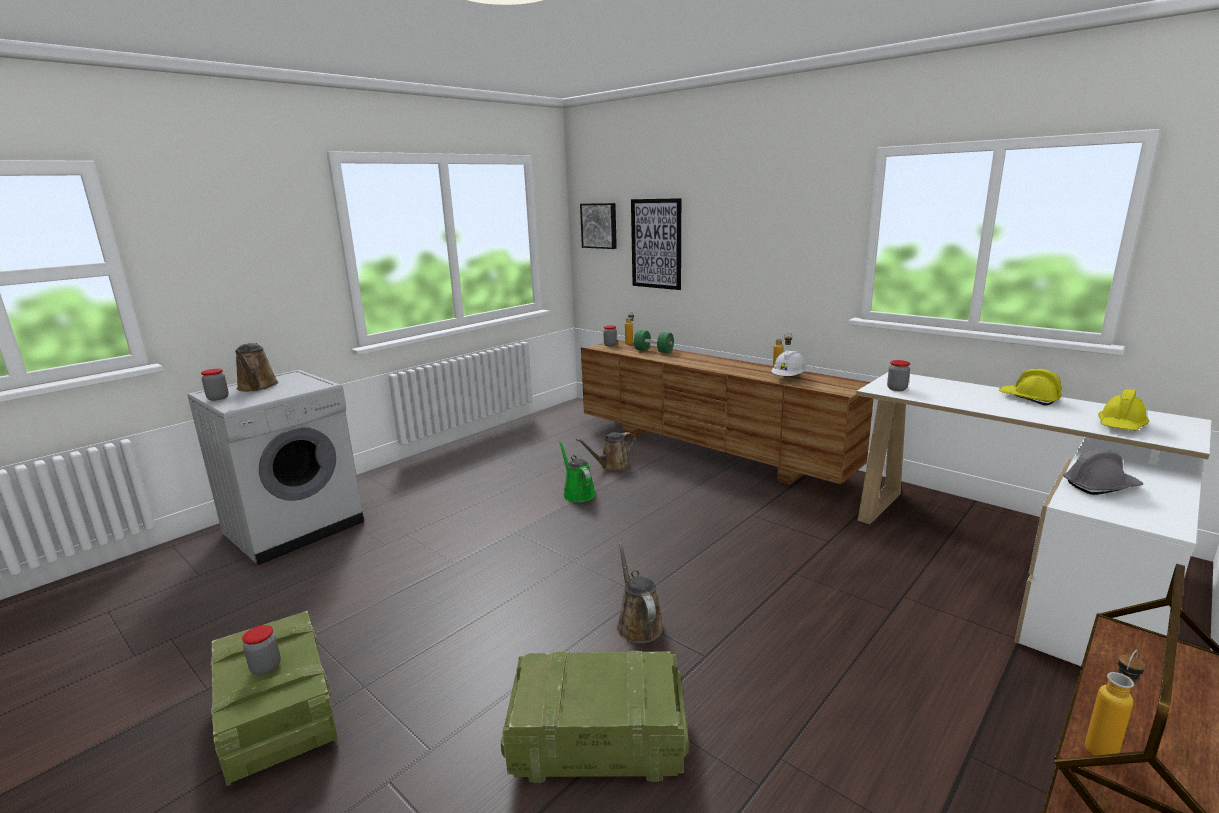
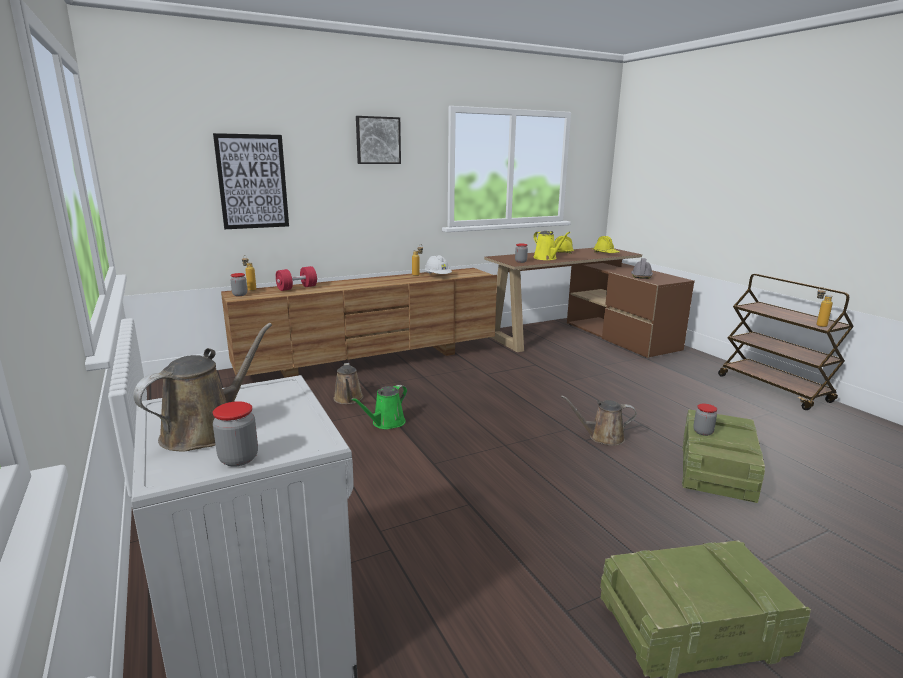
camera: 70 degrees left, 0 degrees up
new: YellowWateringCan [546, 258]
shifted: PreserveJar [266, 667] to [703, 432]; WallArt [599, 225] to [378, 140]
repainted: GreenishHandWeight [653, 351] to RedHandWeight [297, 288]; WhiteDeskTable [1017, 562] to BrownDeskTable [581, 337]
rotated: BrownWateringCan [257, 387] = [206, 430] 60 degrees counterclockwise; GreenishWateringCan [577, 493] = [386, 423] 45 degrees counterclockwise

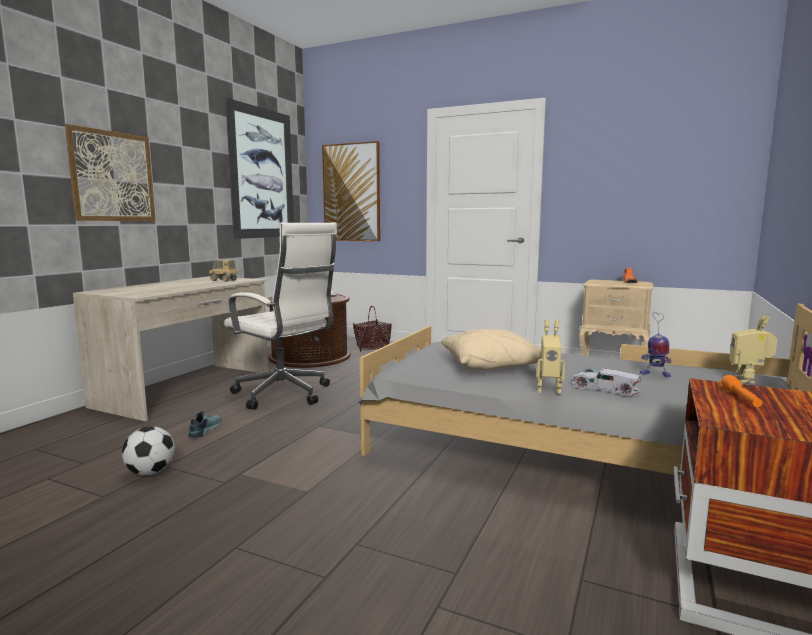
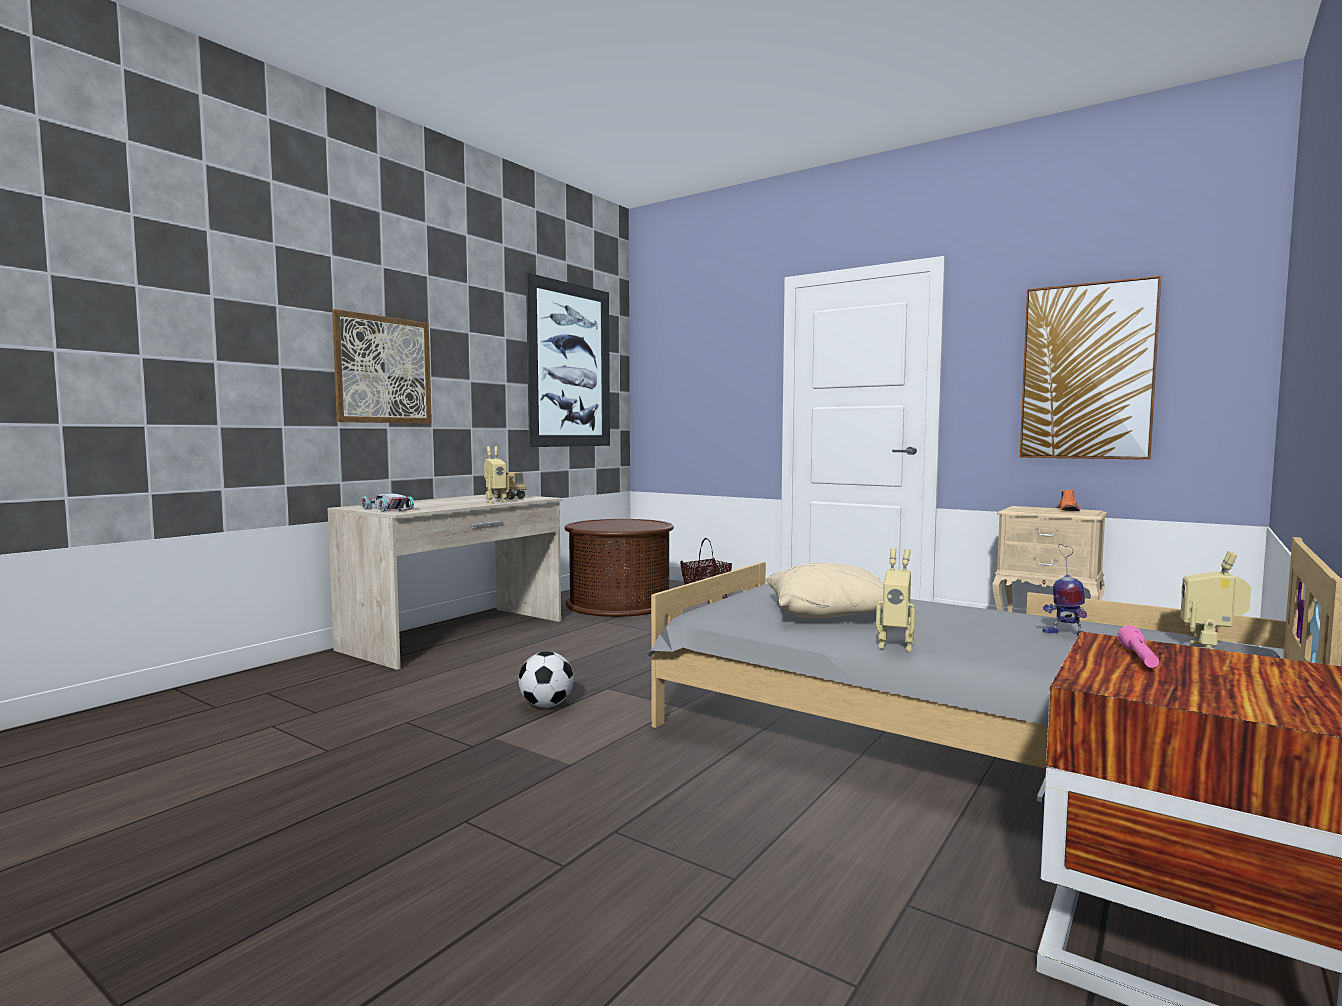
camera: 10 degrees right, 5 degrees down
gone: LowShoe [204, 430]; WhiteOfficeChair [285, 394]
new: ToyRobot [495, 502]
shifted: BallForFootball [150, 472] to [546, 705]; WallArt [351, 192] to [1087, 372]; WhiteMiniatureCar [605, 387] to [387, 509]
repainted: OrangeyTorch [741, 399] to PinkColouredTorch [1139, 658]

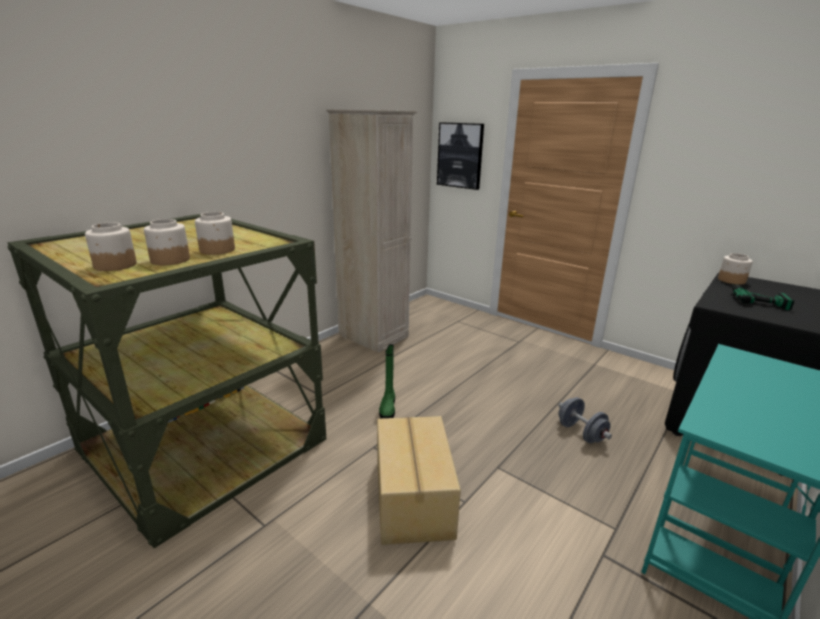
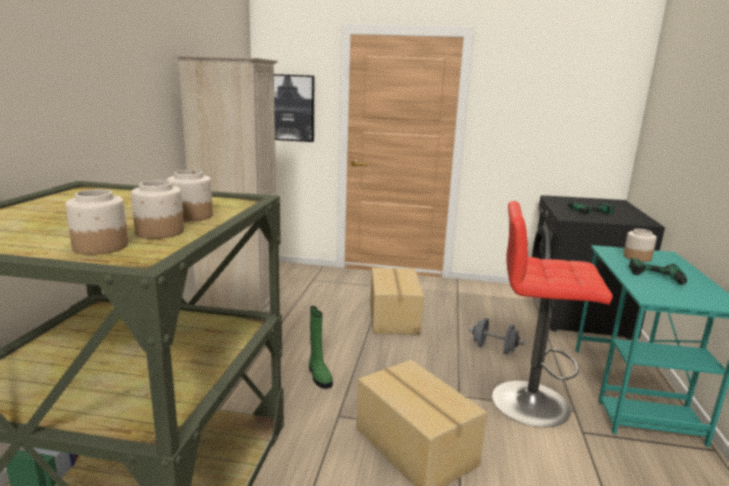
camera: 30 degrees left, 5 degrees down
new: Carton [395, 317]; RedStool [529, 402]; Drill [658, 279]
shifted: PreserveJar [731, 280] to [637, 257]

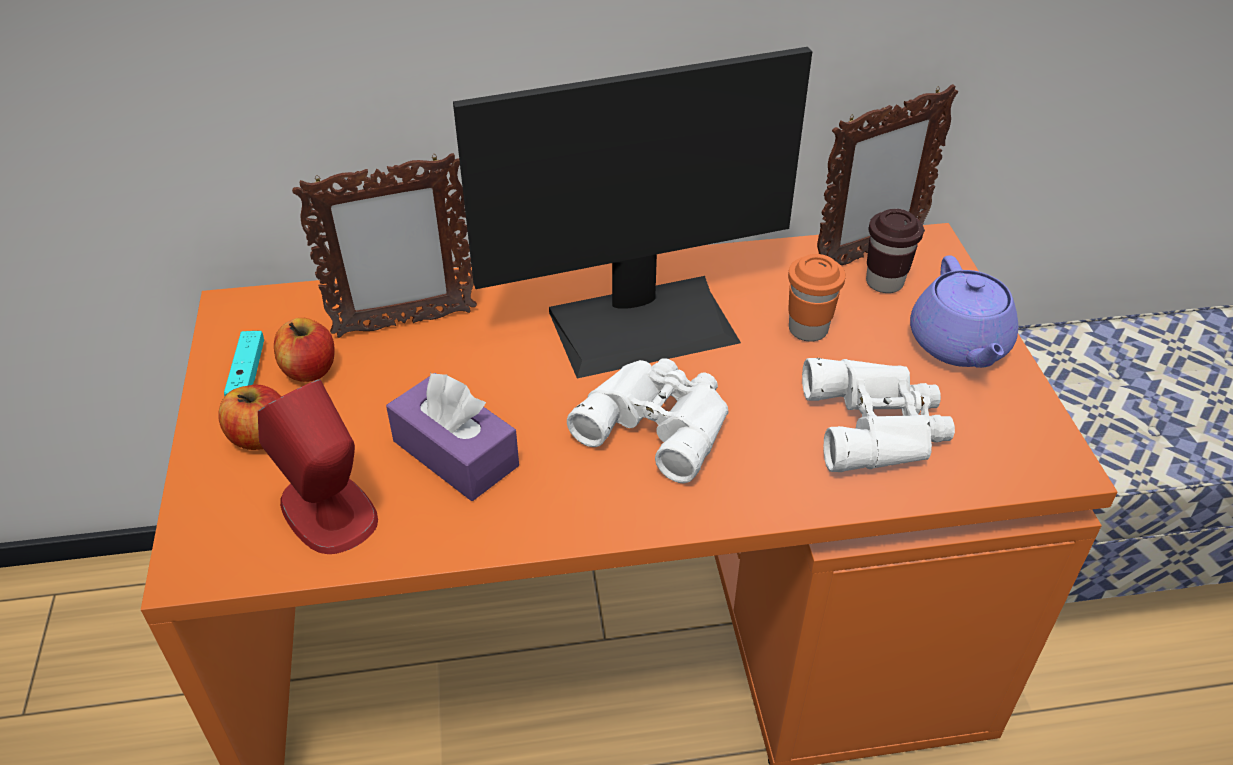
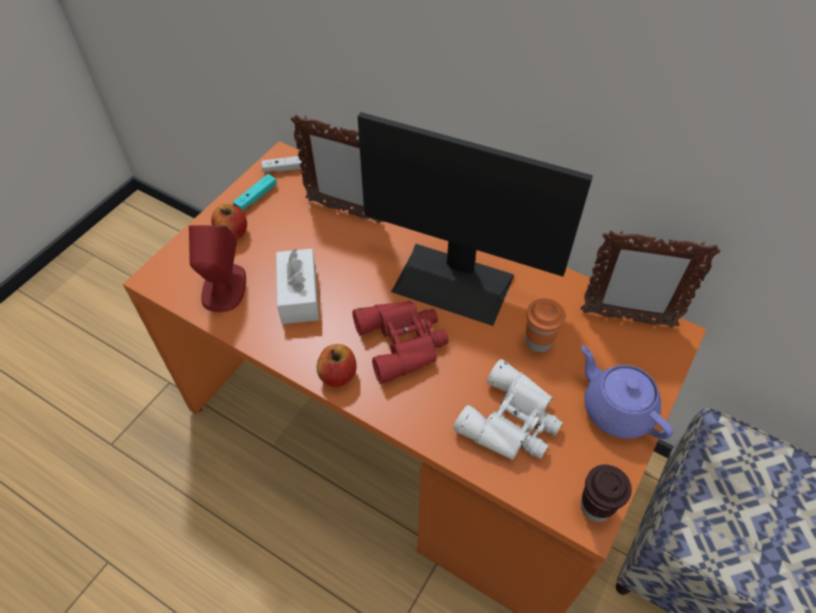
camera: 40 degrees right, 10 degrees up
new: WhiteJoypad [287, 168]
shifted: WholeApple [309, 370] to [338, 375]; BrownCup [884, 282] to [595, 507]
repainted: PurpleColouredBoxOfTissues [455, 453] to WhiteBoxOfTissues [299, 295]; WhiteBinoculars [658, 422] to RedBinoculars [403, 341]
rotated: PurpleColouredTeaPot [959, 345] = [616, 409] 105 degrees clockwise

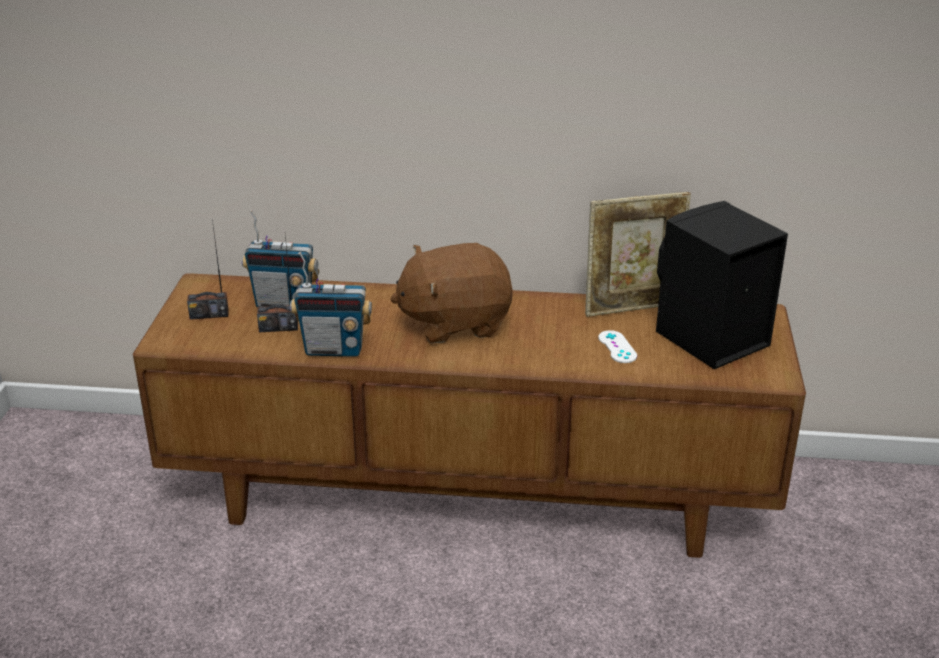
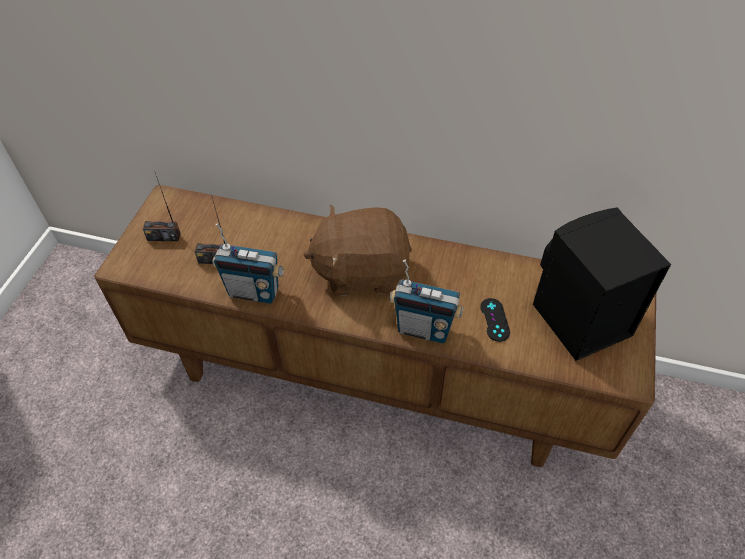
camera: 10 degrees right, 20 degrees up
gone: PictureFrame [633, 307]
shifted: Radio [284, 304] to [424, 329]
repainted: WhiteJoypad [617, 347] to BlackJoypad [494, 319]

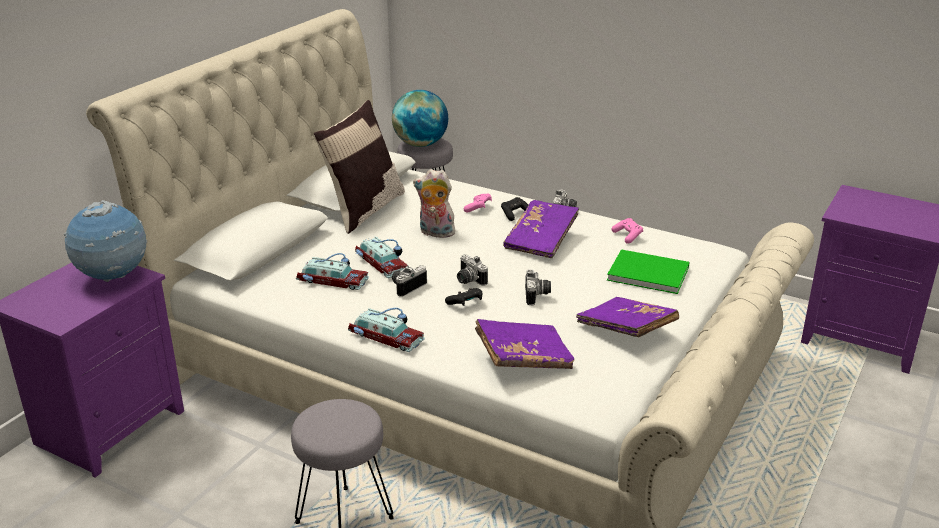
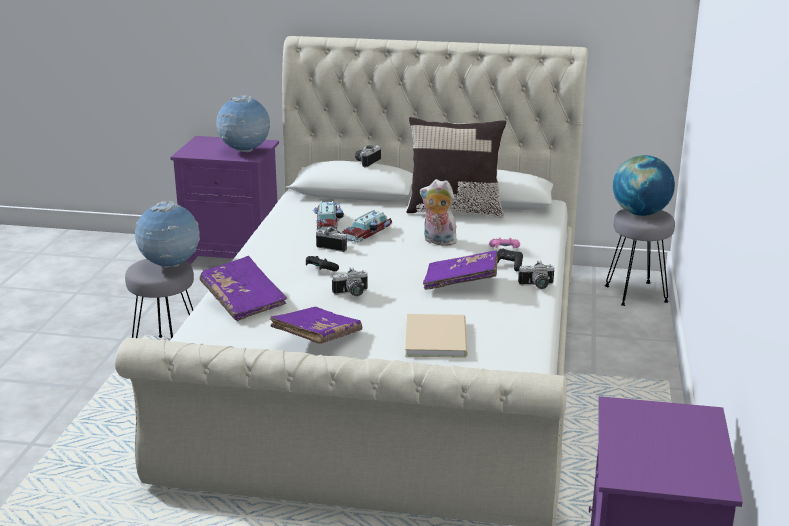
camera: 70 degrees right, 5 degrees down
gone: MiniatureCar [386, 335]; PinkColouredJoypad [627, 236]
new: DeskGlobe [170, 266]
shifted: StillCamera [468, 280] to [366, 162]
repainted: GreenishBoundBook [646, 272] to BeigeColouredBoundBook [438, 337]
rotated: CuddlyToy [435, 233] = [438, 241] 60 degrees counterclockwise

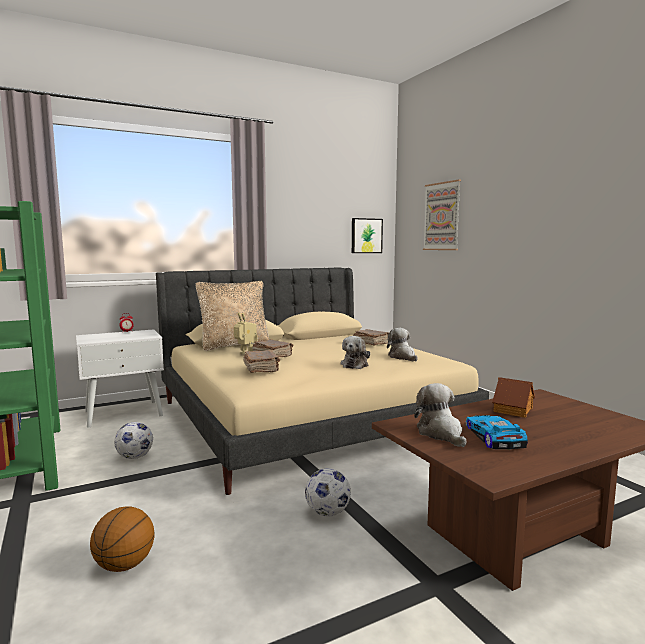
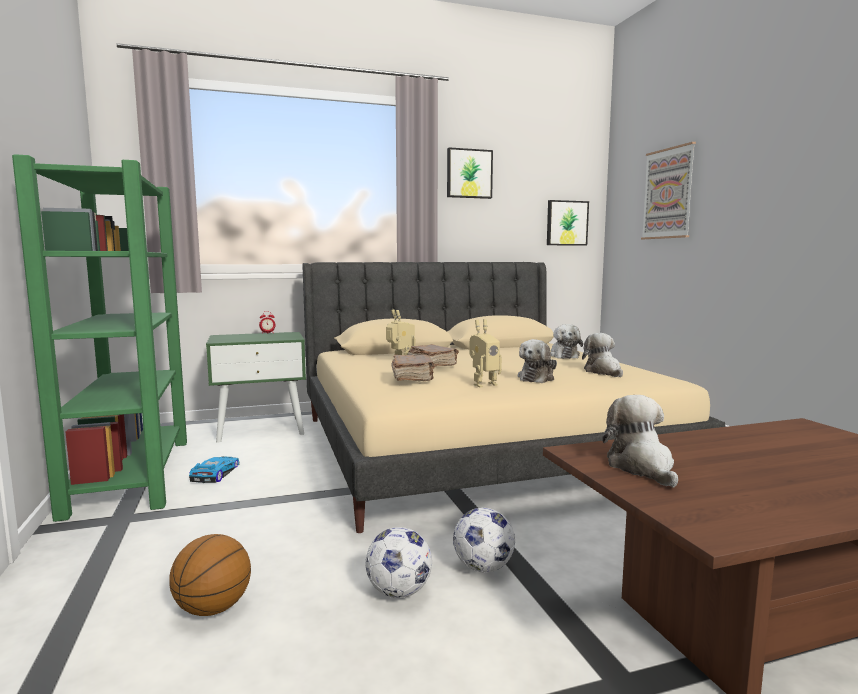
camera: 10 degrees right, 0 degrees up
gone: BeigeColouredPillow [235, 346]; ModelHouse [513, 410]
new: WallArt [469, 174]; ToyRobot [483, 384]
shifted: BallForFootball [135, 457] to [399, 592]; MiniatureCar [493, 437] to [214, 473]
swapped: BrownBoundBook [370, 343] to CuddlyToy [563, 355]
repainted: WhiteNightstand [124, 413] to GreenishNightstand [261, 429]

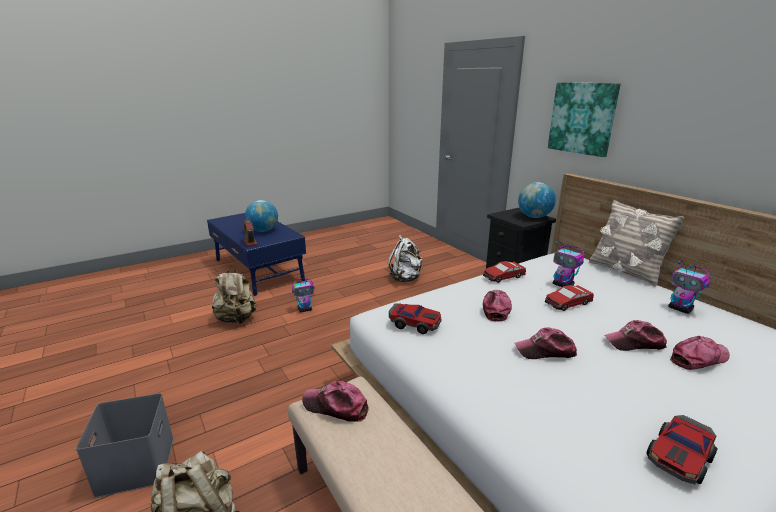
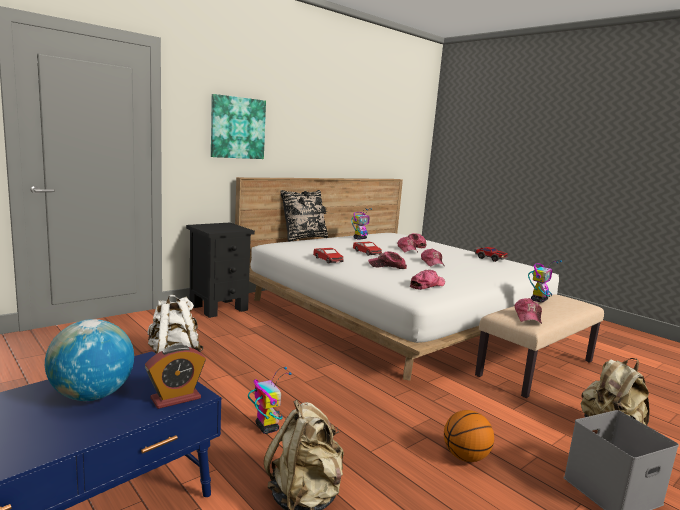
camera: 100 degrees left, 10 degrees down
gone: DeskGlobe [534, 217]
new: BasketballBall [465, 457]
shifted: ToyRobot [563, 285] to [539, 300]
swapped: MiniatureCar [415, 323] to BaseballCap [427, 285]
repainted: BeigeColouredPillow [625, 272] to BlackPillow [304, 238]

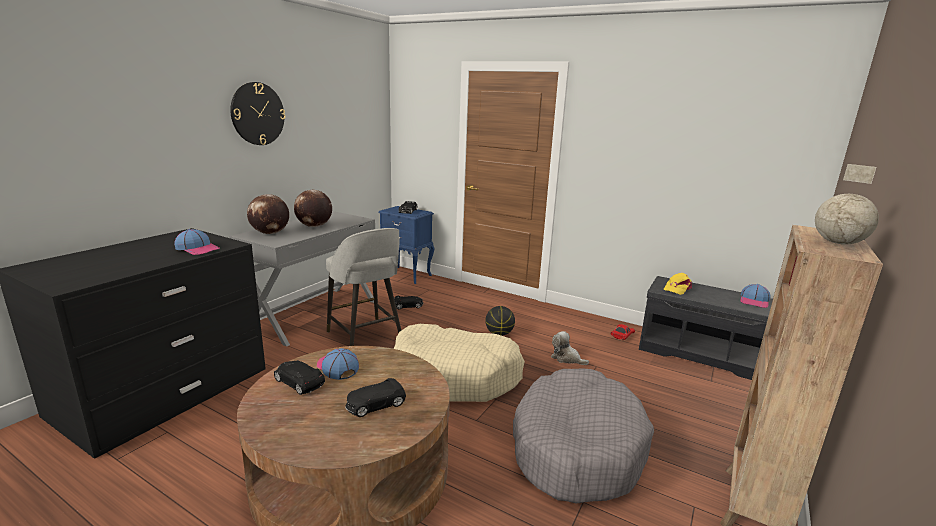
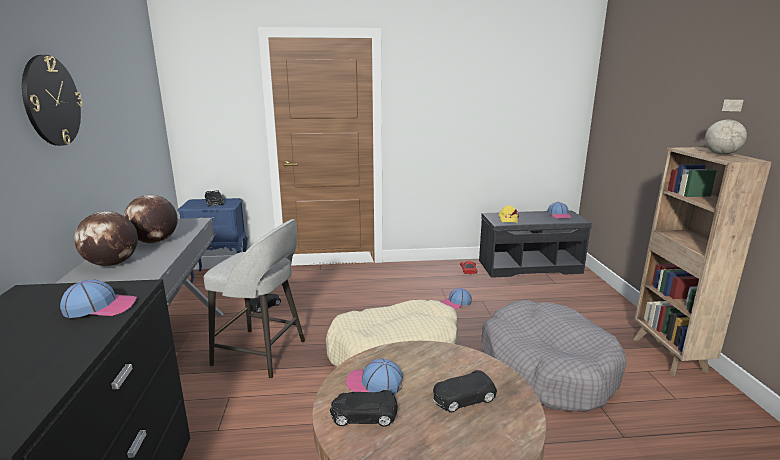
camera: 35 degrees left, 0 degrees up
gone: BasketballBall [499, 334]
swapped: CuddlyToy [566, 358] to BaseballCap [456, 303]
rotated: BlackMiniatureCar [375, 404] = [463, 398] 45 degrees clockwise

